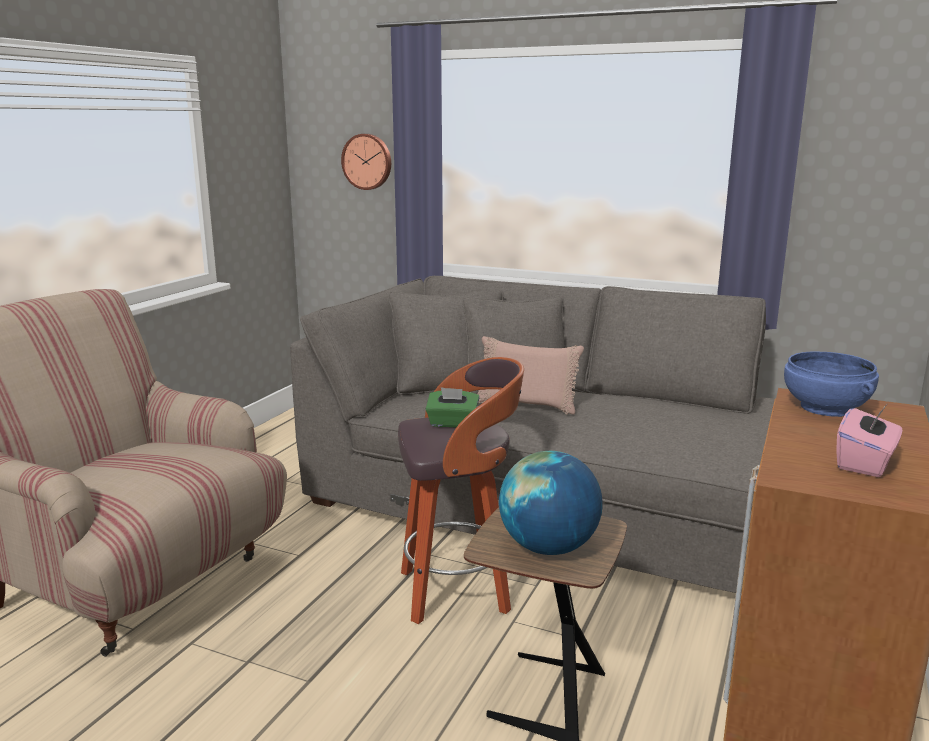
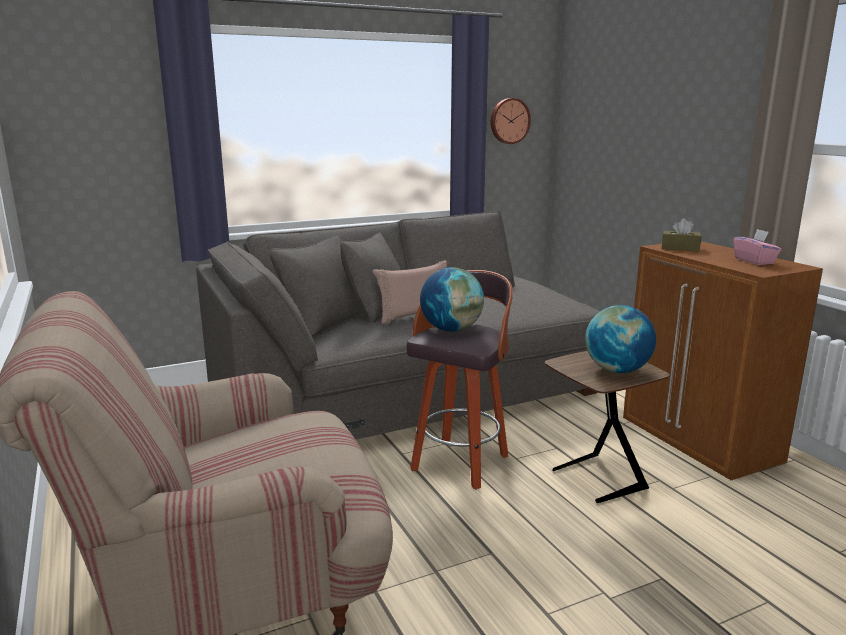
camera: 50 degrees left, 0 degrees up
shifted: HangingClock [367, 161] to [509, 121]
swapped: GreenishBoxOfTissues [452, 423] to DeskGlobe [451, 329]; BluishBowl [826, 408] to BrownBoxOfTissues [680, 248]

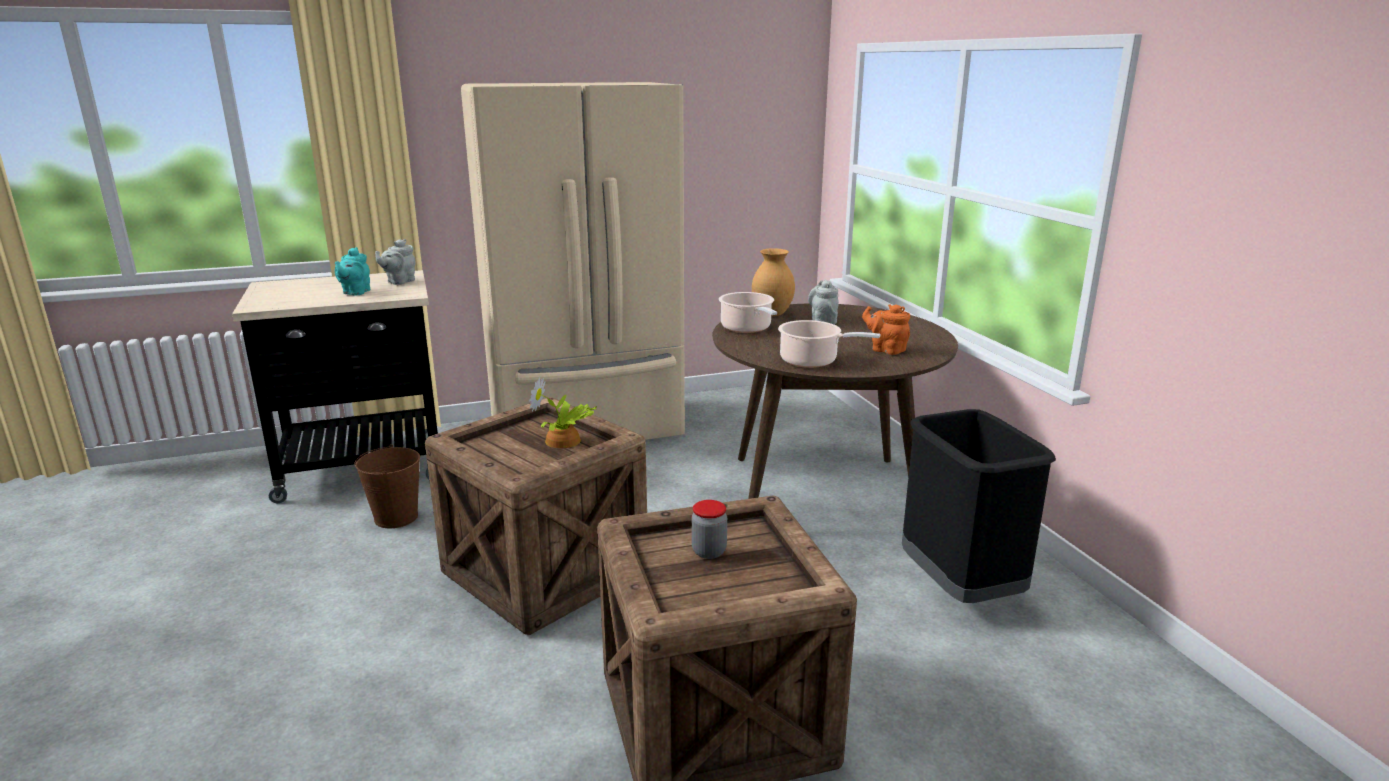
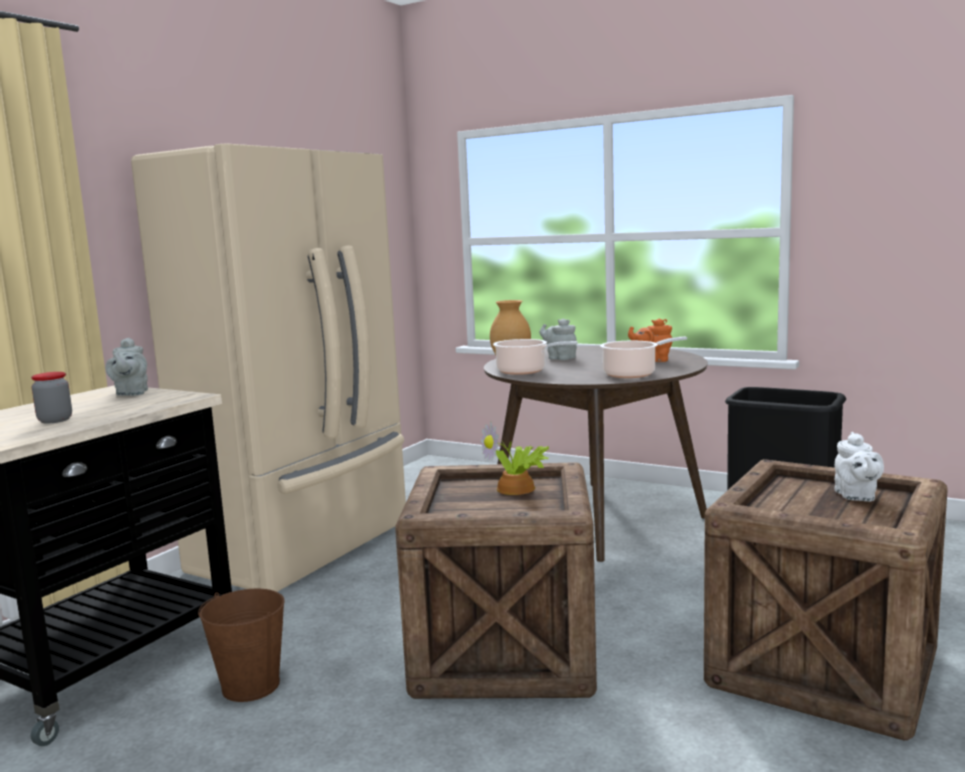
camera: 40 degrees left, 10 degrees down
gone: TurquoiseColouredTeaPot [355, 292]
new: WhiteTeaPot [856, 496]
shifted: PreserveJar [709, 551] to [55, 420]

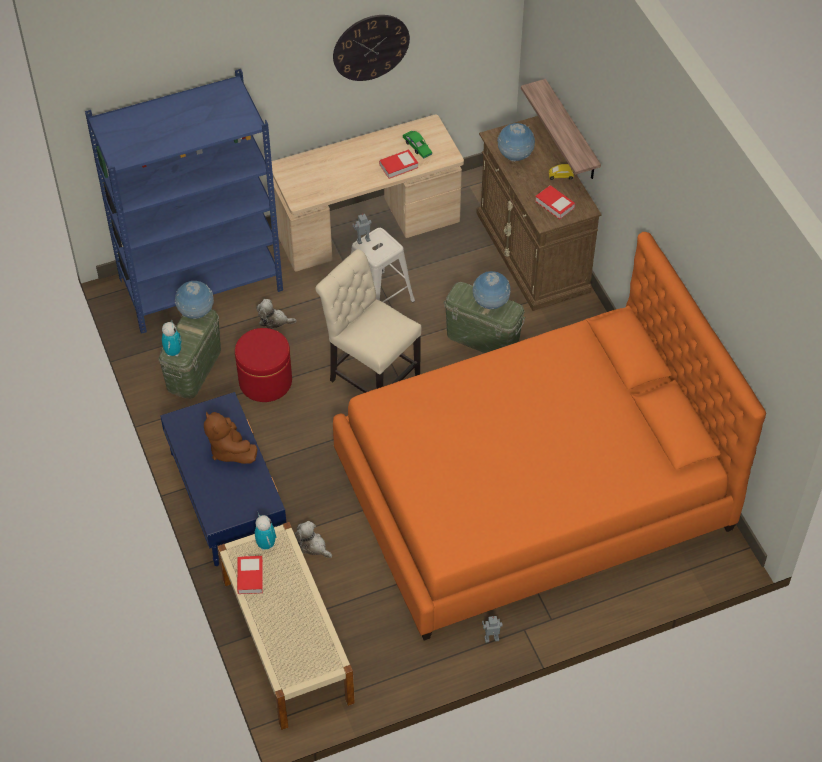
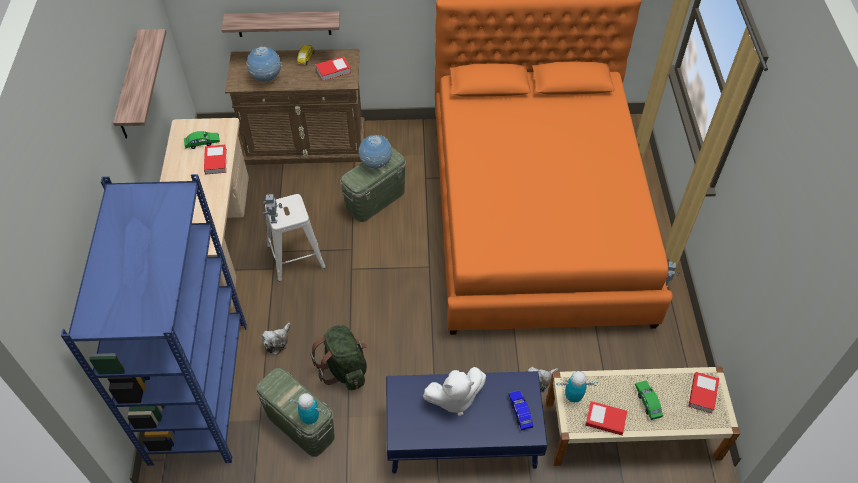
camera: 70 degrees left, 0 degrees up
gone: DeskGlobe [196, 313]; BeigeColouredChair [370, 375]
new: BluishMiniatureCar [520, 412]; GreenishMiniatureCar [647, 401]; BoundBook [702, 394]
swapped: RedPouffe [265, 381] to GreenishRucksack [344, 368]; HangingClock [371, 47] to Shelf [130, 86]
repainted: BrownCuddlyToy [229, 450] to WhiteCuddlyToy [454, 398]

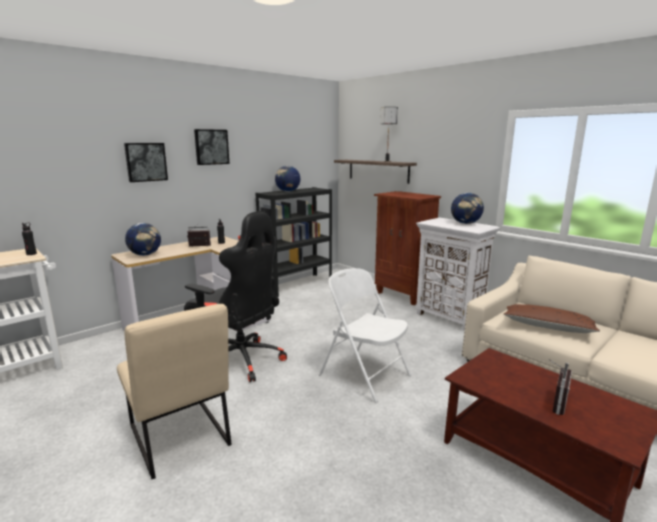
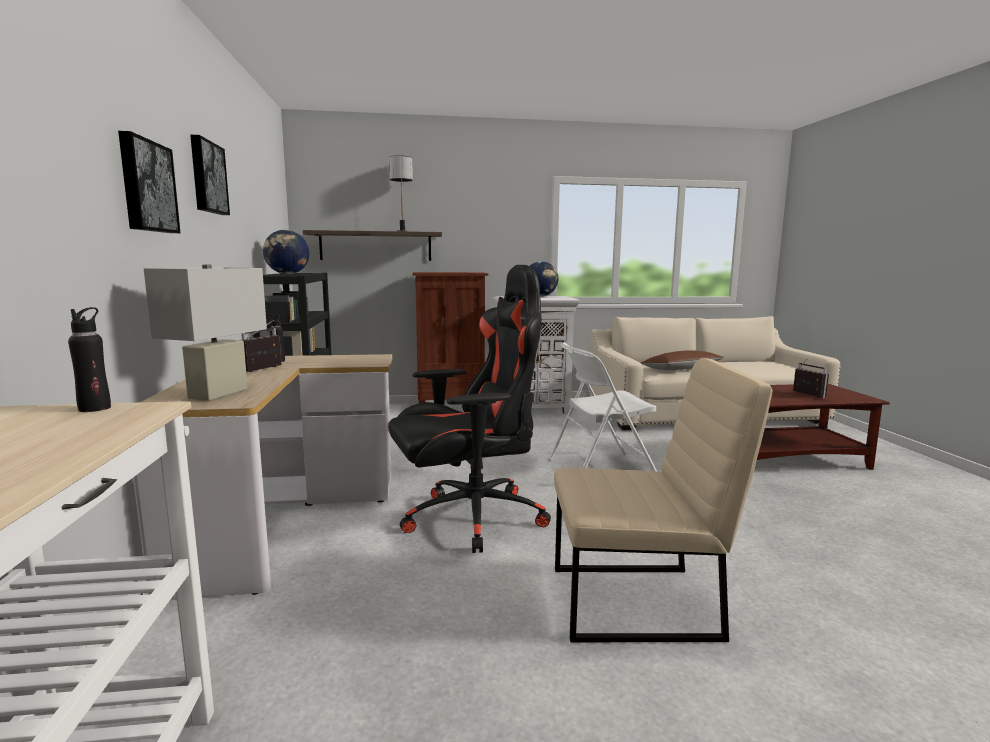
camera: 55 degrees left, 5 degrees down
swapped: DeskGlobe [145, 255] to WhiteTabletopLamp [218, 394]

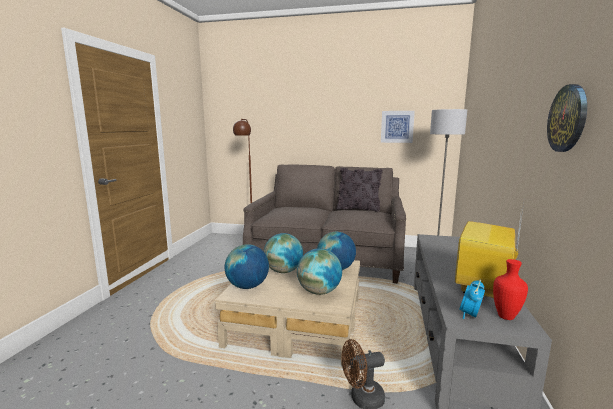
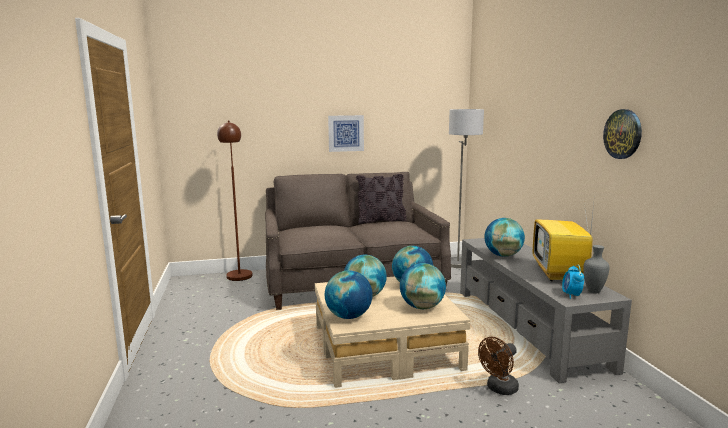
camera: 25 degrees left, 0 degrees up
new: DeskGlobe [503, 255]
shifted: WallArt [397, 126] to [346, 133]
repainted: RedDecorativeVase [505, 316] to GrayDecorativeVase [593, 291]

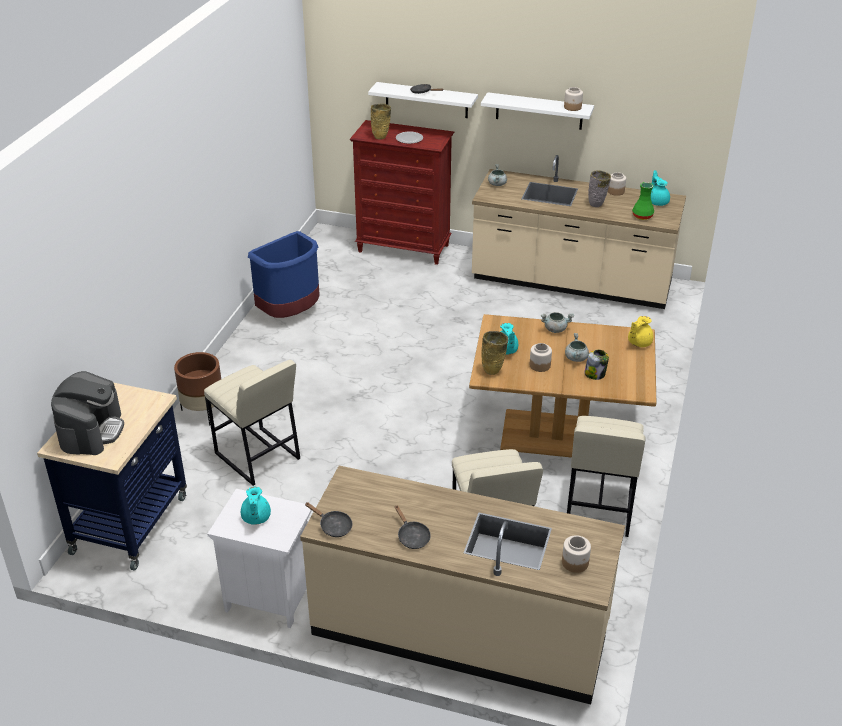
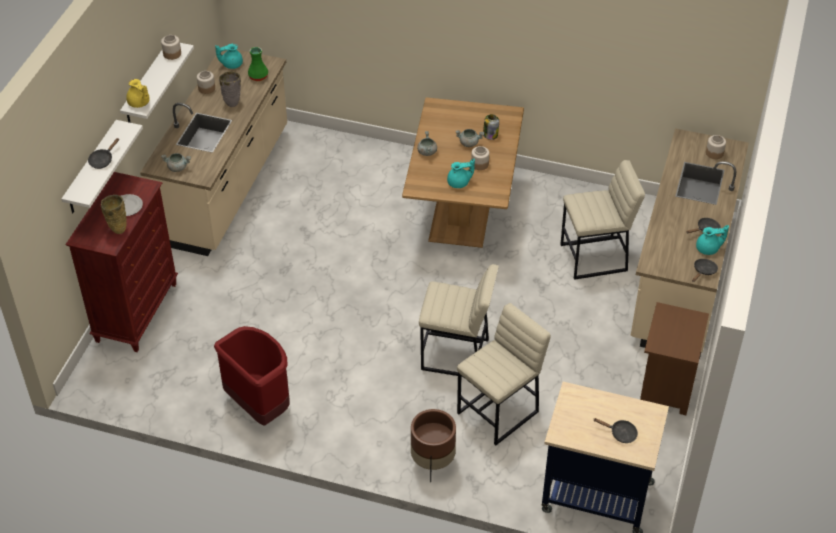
camera: 90 degrees left, 10 degrees up
gone: BeigeColouredDecorativeVase [493, 371]
shifted: TurquoiseColouredTeaPot [255, 518] to [708, 249]; BeigeColouredChair [599, 510] to [457, 355]; YellowTeaPot [638, 343] to [139, 103]
swapped: CoffeeMachine [91, 431] to BlackPan [620, 433]
repainted: WhiteNightstand [269, 596] to BrownNightstand [665, 388]; BluishTrashCan [291, 313] to RedTrashCan [259, 405]

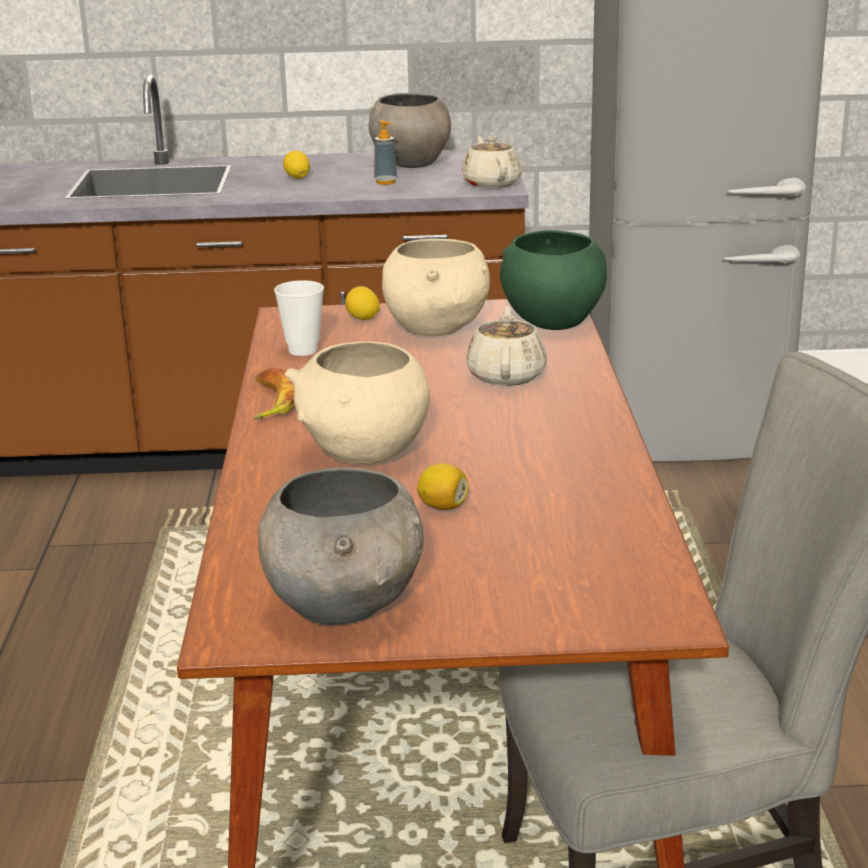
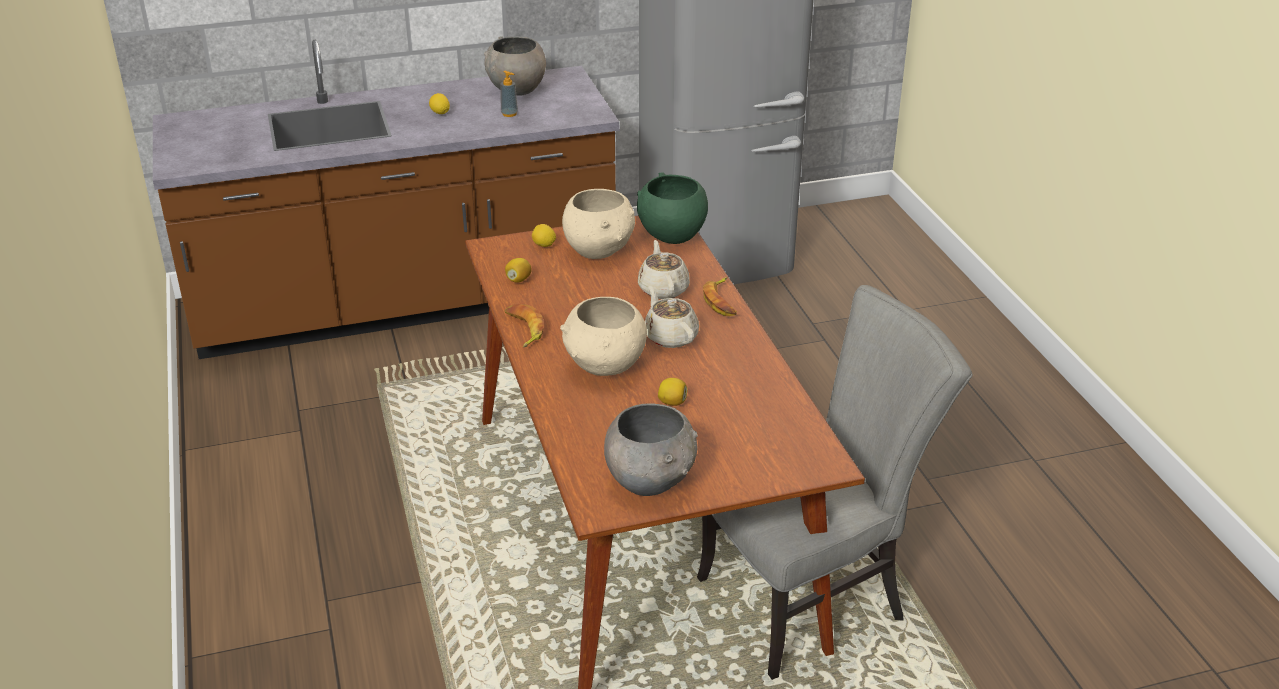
camera: 15 degrees left, 10 degrees up
new: WholeBanana [721, 301]
shifted: BeigeColouredTeaPot [491, 183] to [670, 336]
swapped: Cup [303, 350] to Lemon [518, 280]

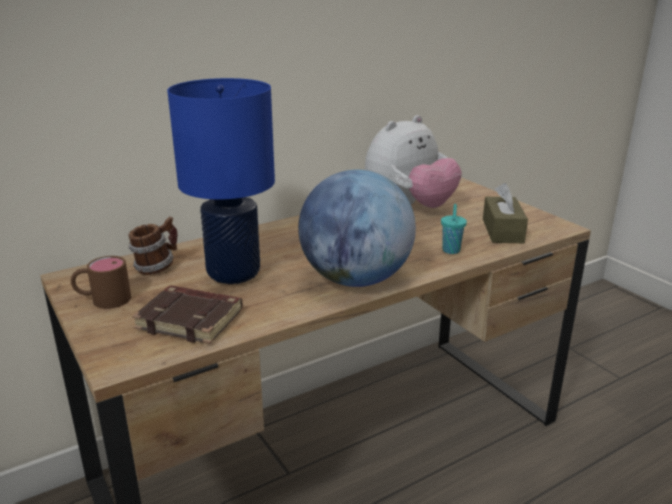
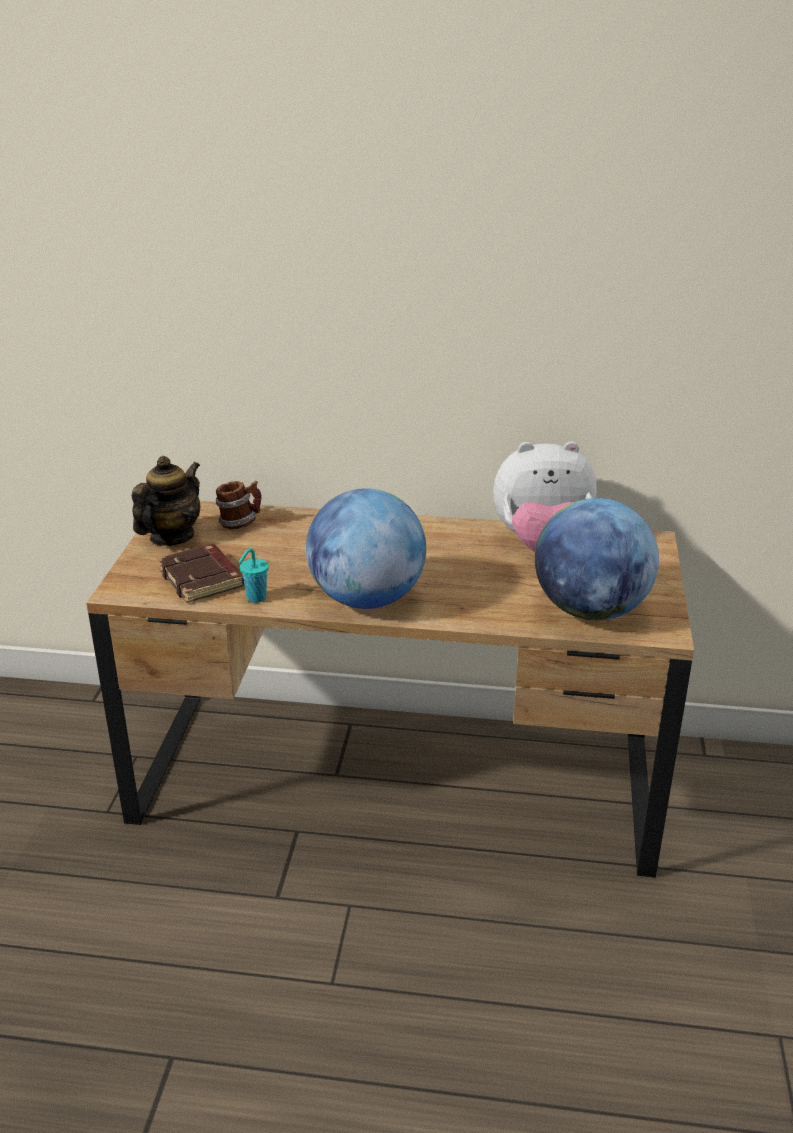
camera: 40 degrees right, 5 degrees up
gone: BluishTabletopLamp [233, 276]
shifted: TurquoiseColouredCup [451, 251] to [255, 598]
swapped: BrownTeaMug [103, 300] to TeaPot [171, 537]; BrownBoxOfTissues [502, 231] to DeskGlobe [590, 610]

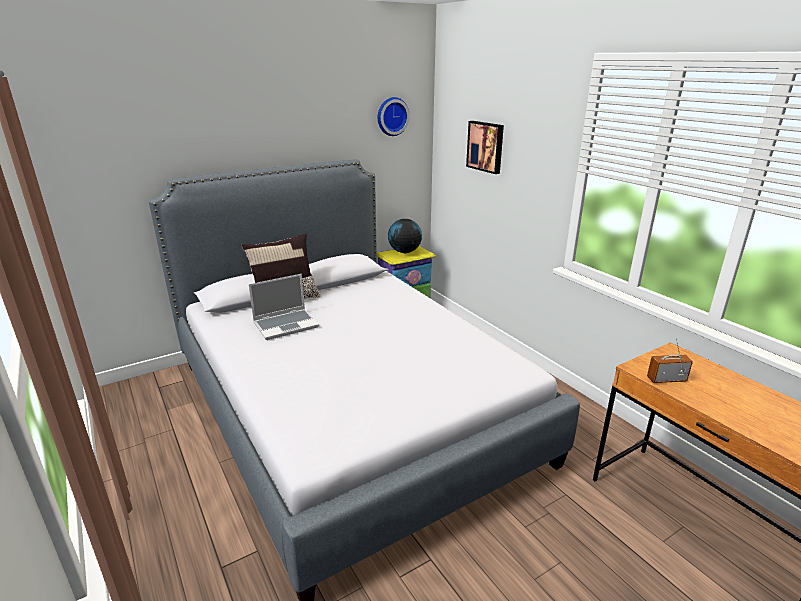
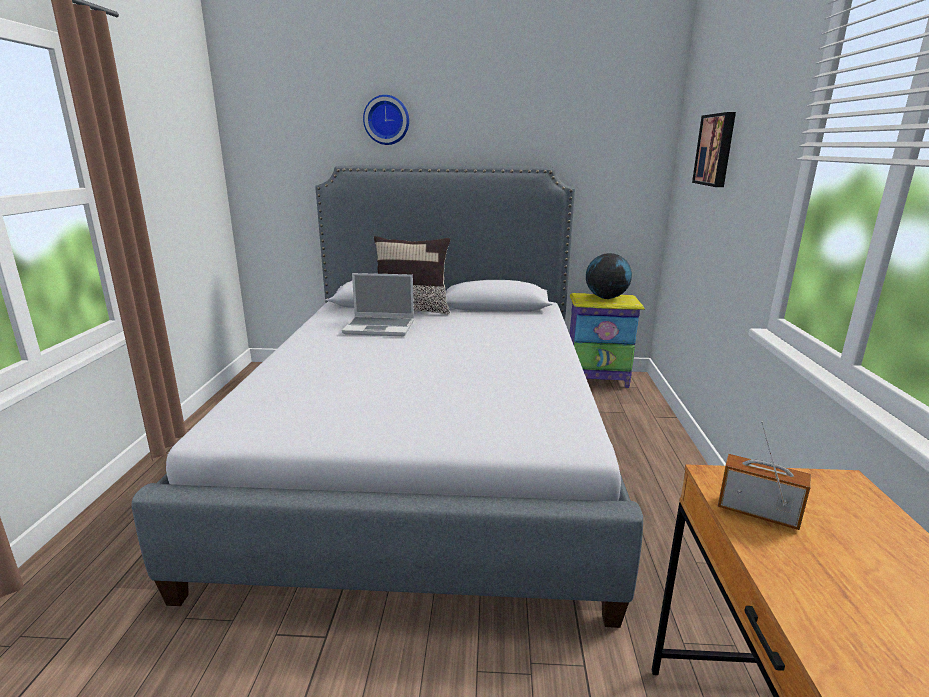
camera: 35 degrees right, 5 degrees down
shifted: HangingClock [391, 116] to [387, 120]

